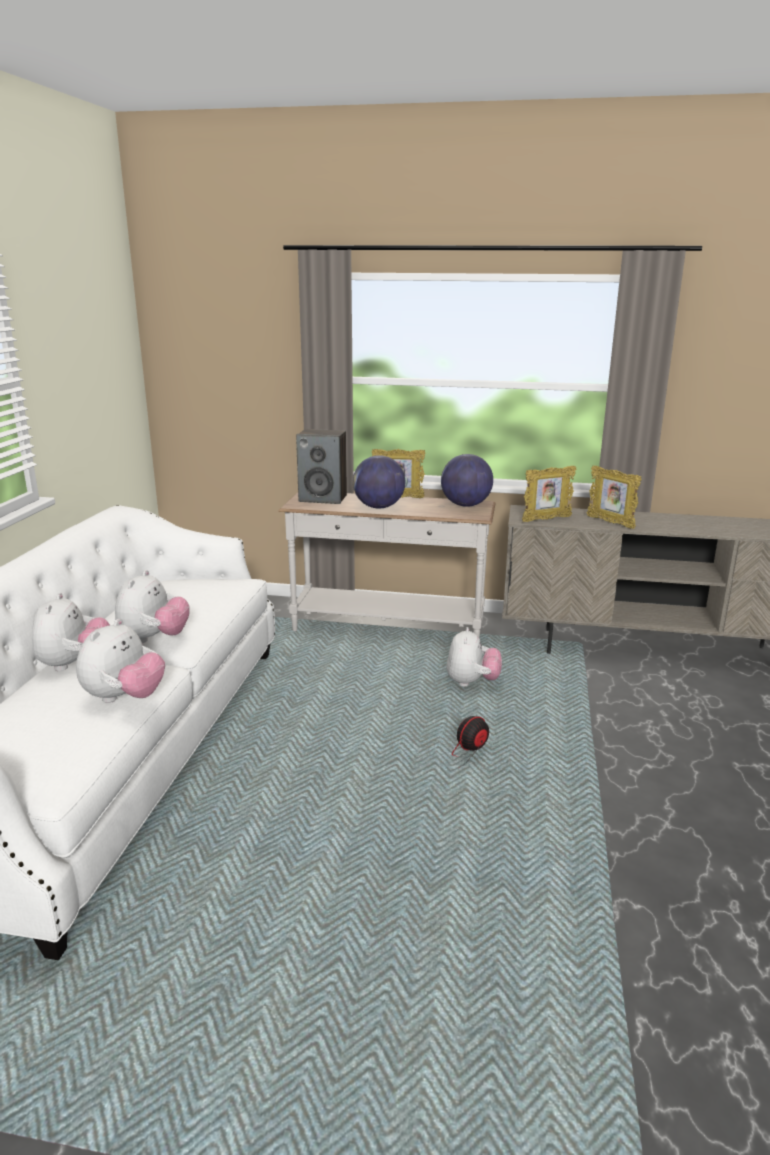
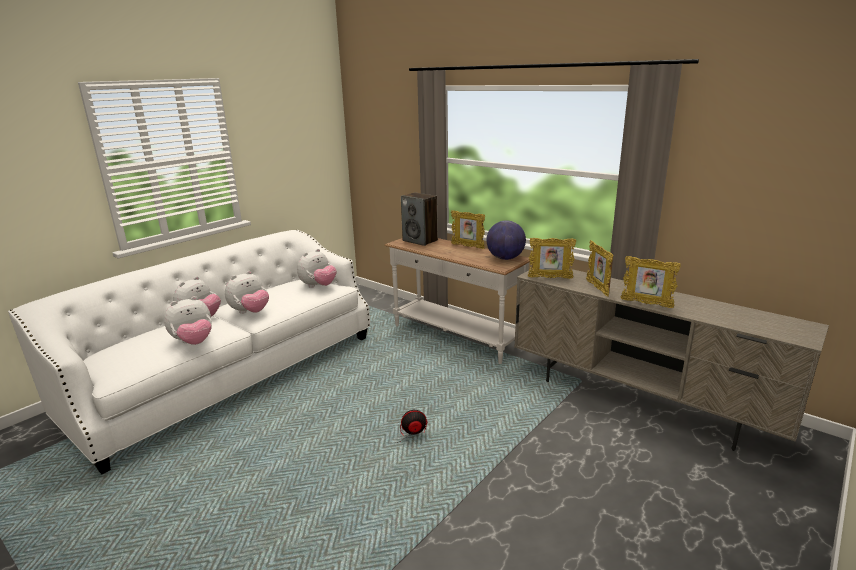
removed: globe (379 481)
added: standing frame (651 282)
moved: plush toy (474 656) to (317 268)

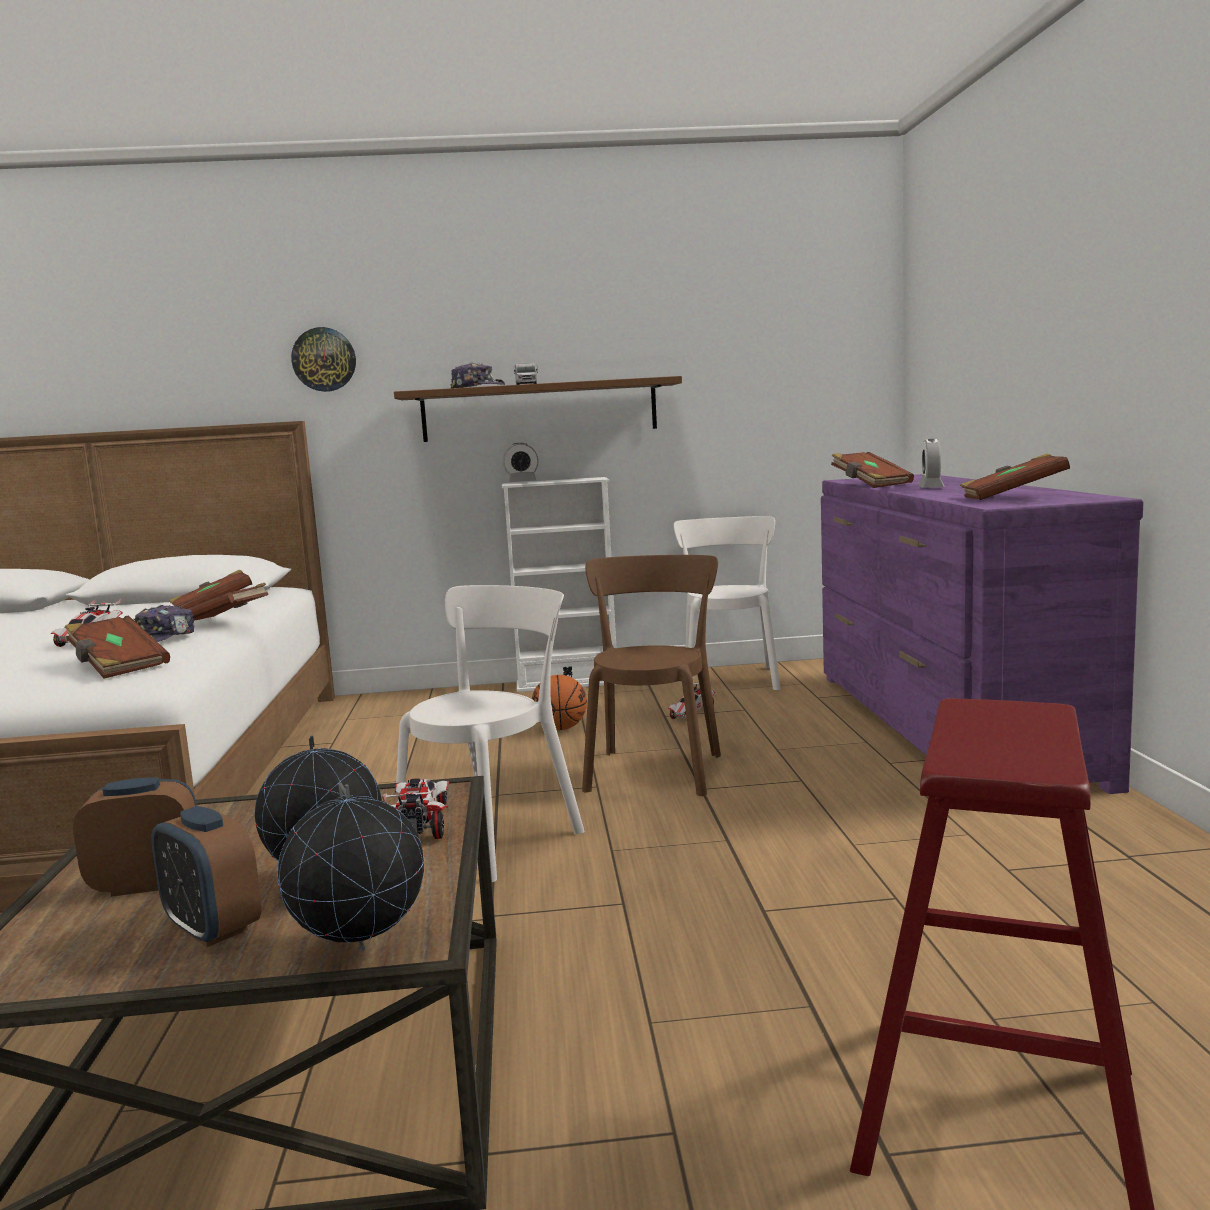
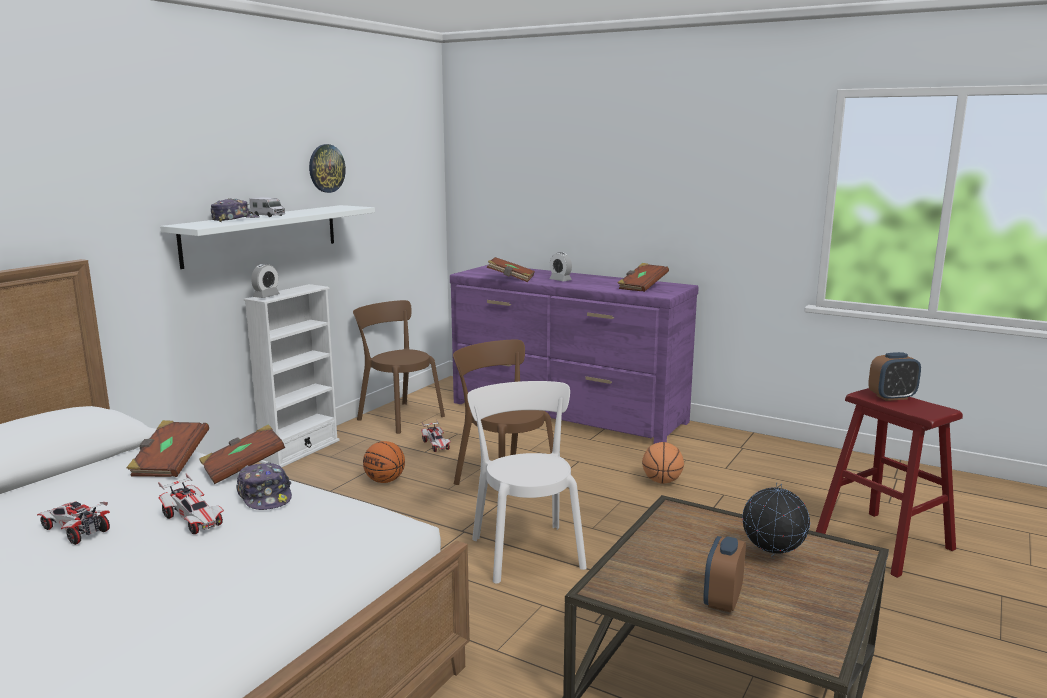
removed: brownish volume (117 647); globe (351 867)
added: basketball ball (663 463)
moved: alarm clock (206 876) to (894 376); clock on the wall (323 359) to (327 168); miniature car (415 808) to (73 523)
recoloured: brownish bracket shelf (538 409) to whitish bracket shelf (267 237); whitish chair (726 603) to brownish chair (399 367)

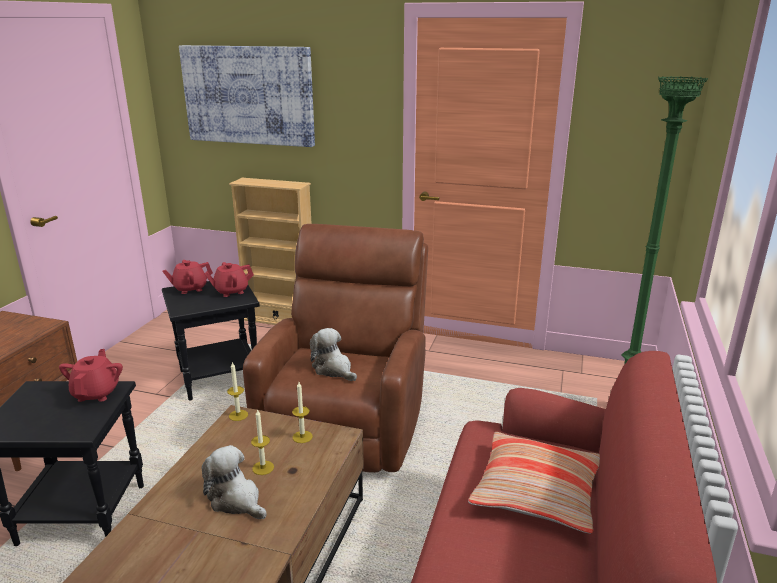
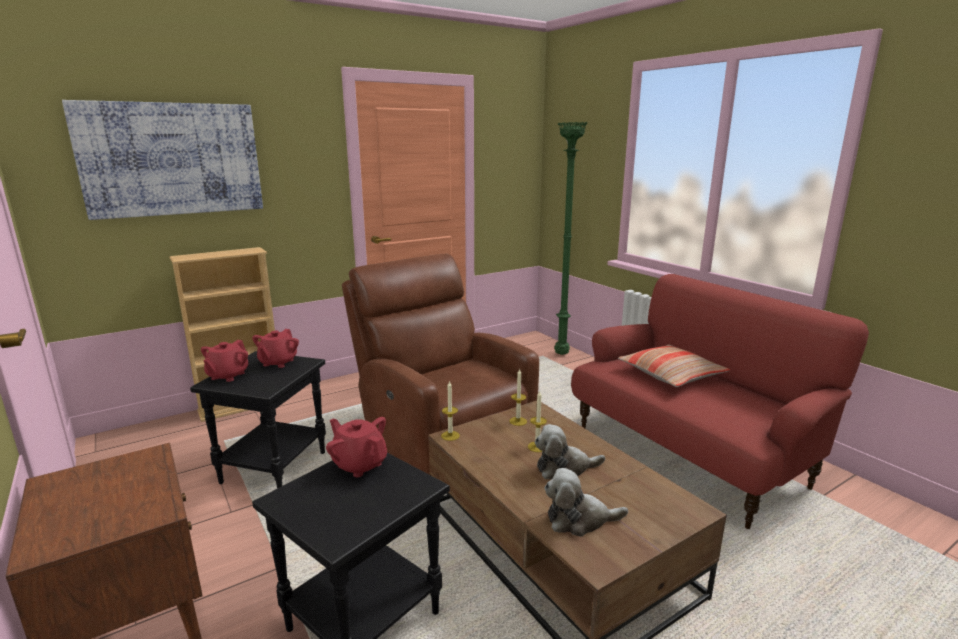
moved: plush toy (333 354) to (586 502)

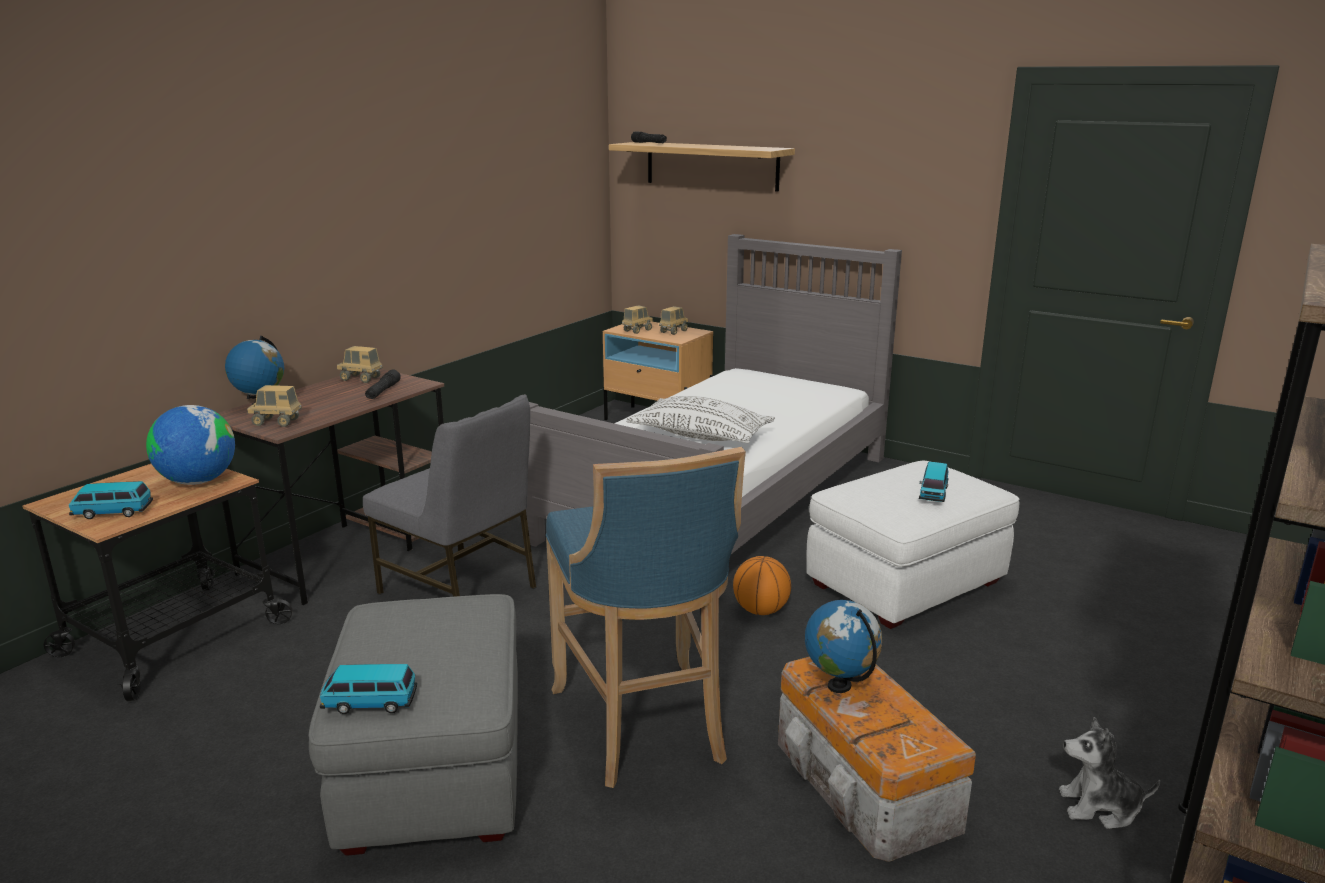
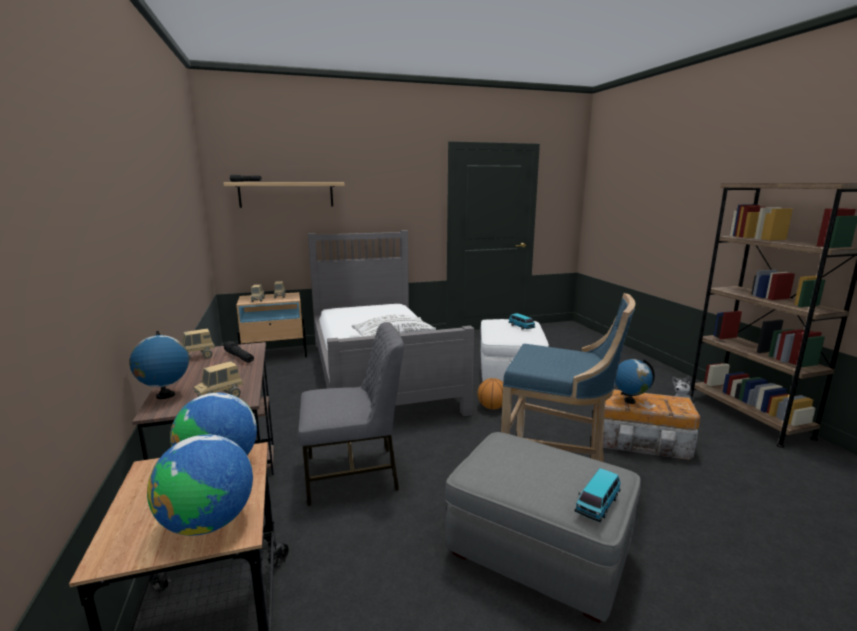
replaced: miniature car (111 500) to globe (200 485)

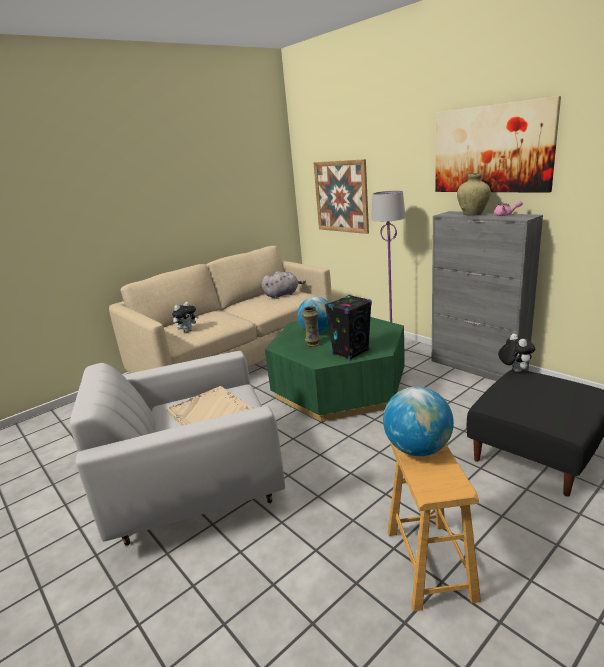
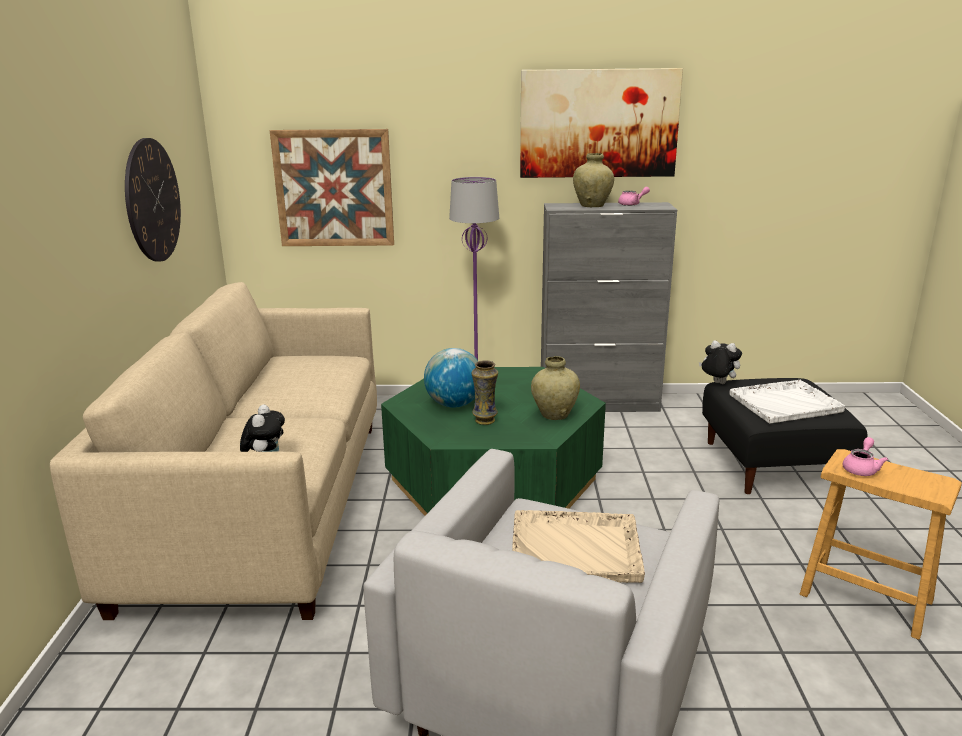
removed: greyish plush toy (284 285)
added: clock on the wall (153 200); whitish tray (787 401)
replaced: black-coloured audio speaker (348 327) to beige-coloured vase (555 388); globe (418 421) to pink teapot (865 456)

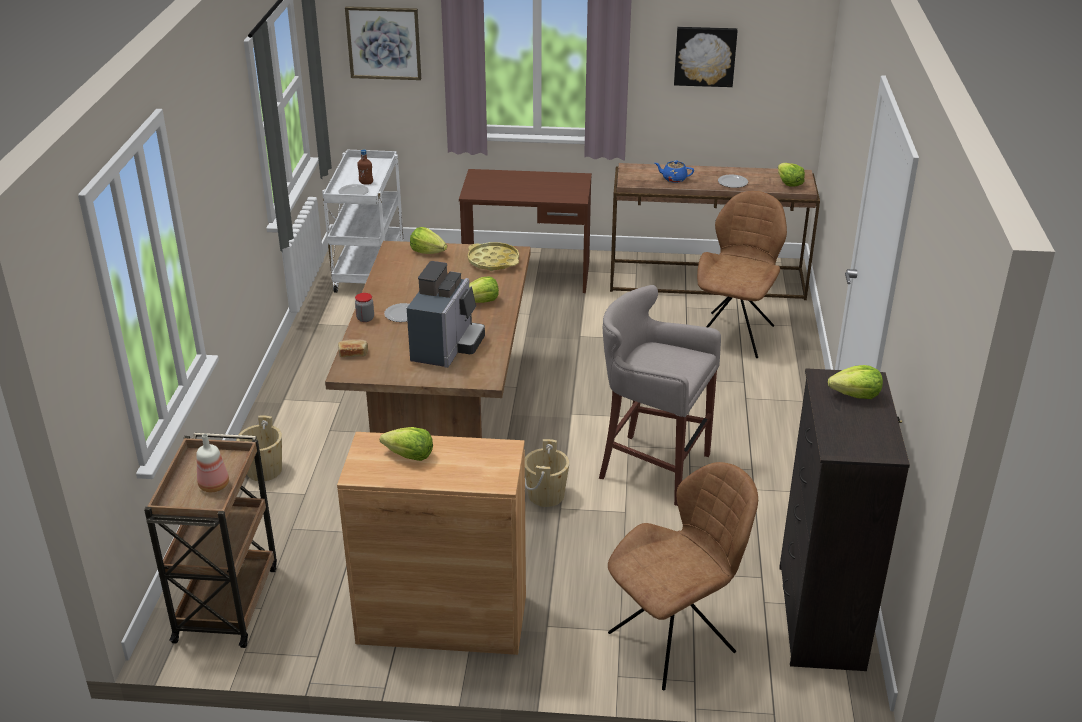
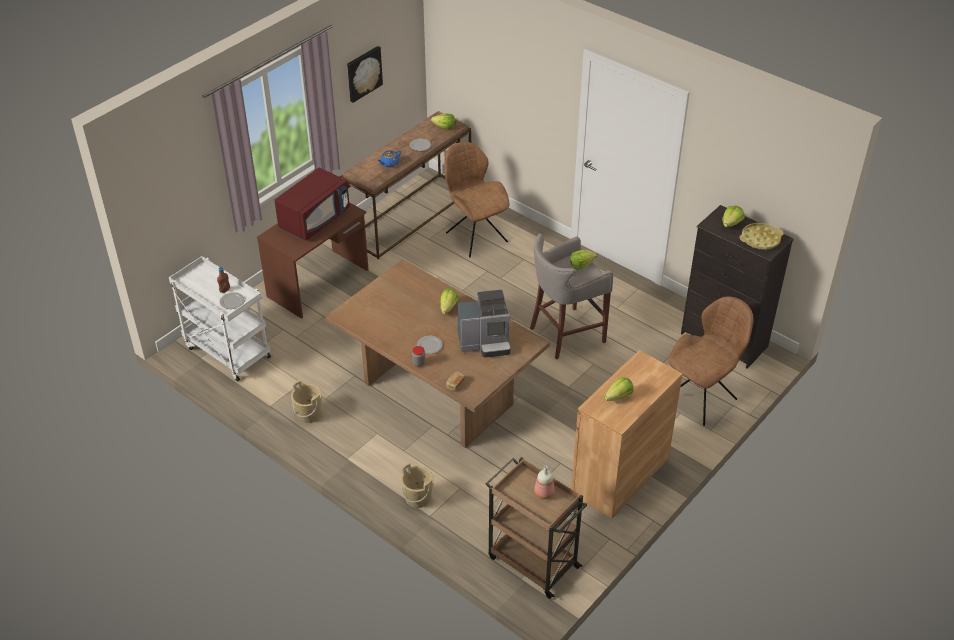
removed: wall art (383 43)
added: reddish microwave (312 204)
moved: lettuce head (428 240) to (583 260); yellow-coloured tray (493 256) to (761 236); beige-coloured bucket (547 473) to (306 401)
turned: coffee maker (446 314) = (484 323) 120 degrees clockwise; brownish chair (683 576) = (711 361) 45 degrees clockwise

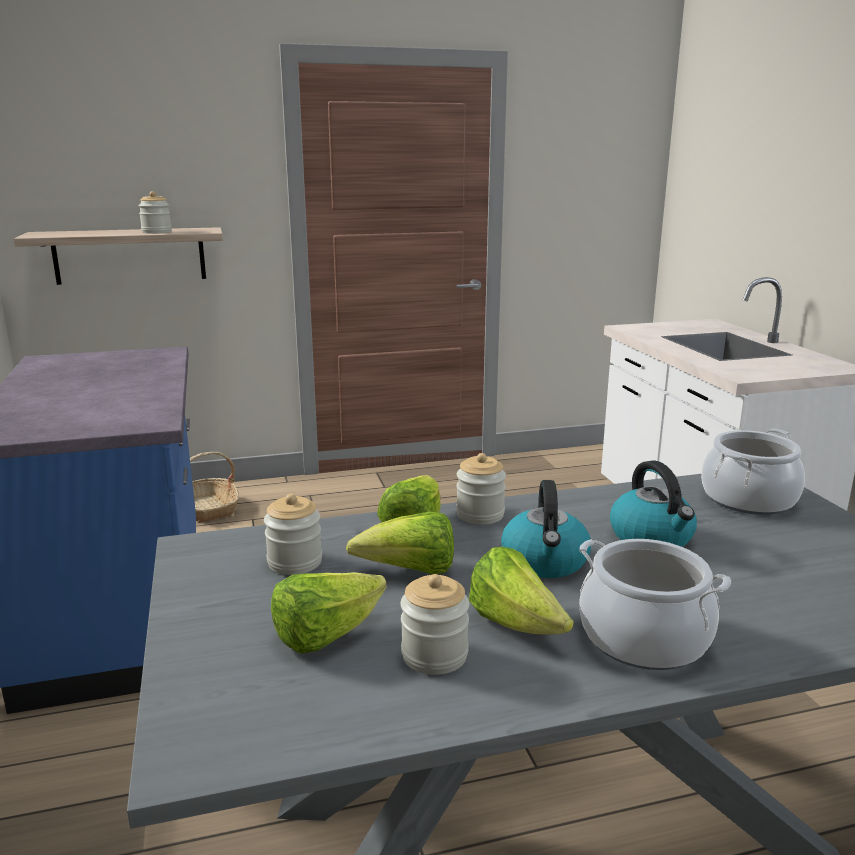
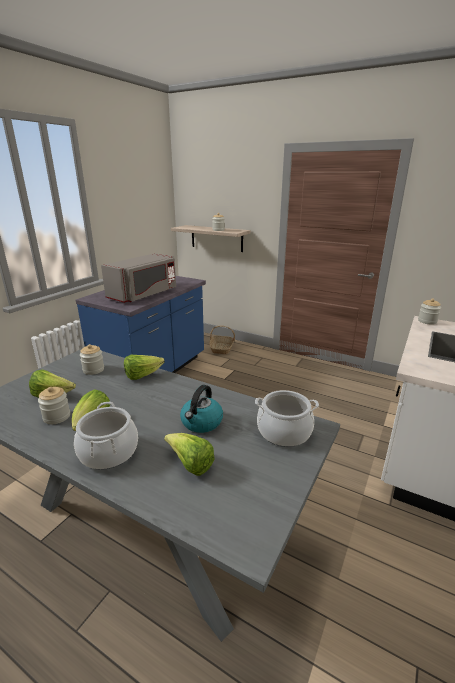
removed: kettle (546 529)
added: greyish microwave (138 278)
moved: lettuce head (400 543) to (189 454); storage jar (481 489) to (429 312)

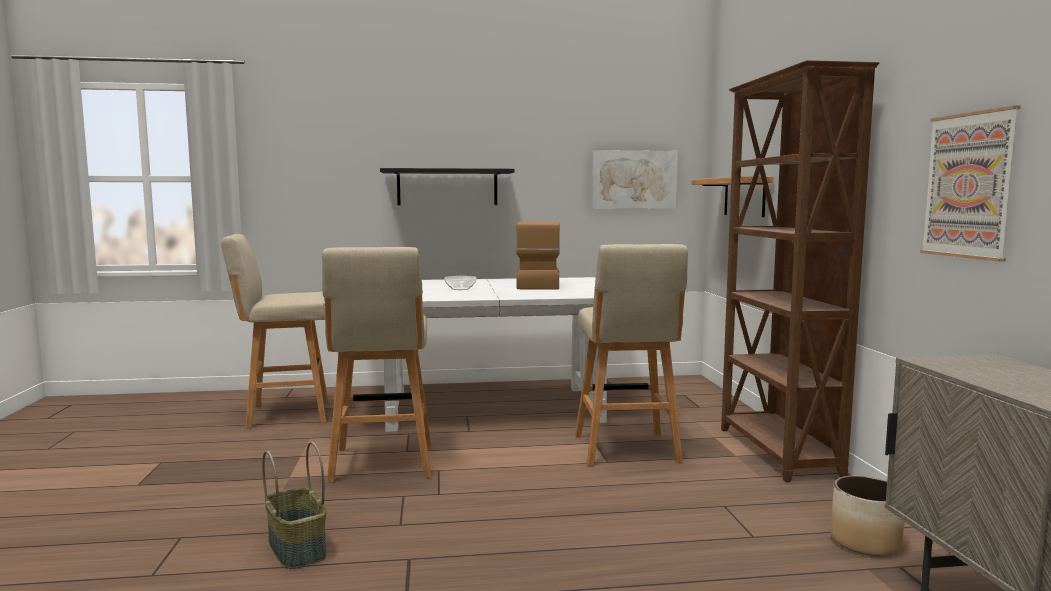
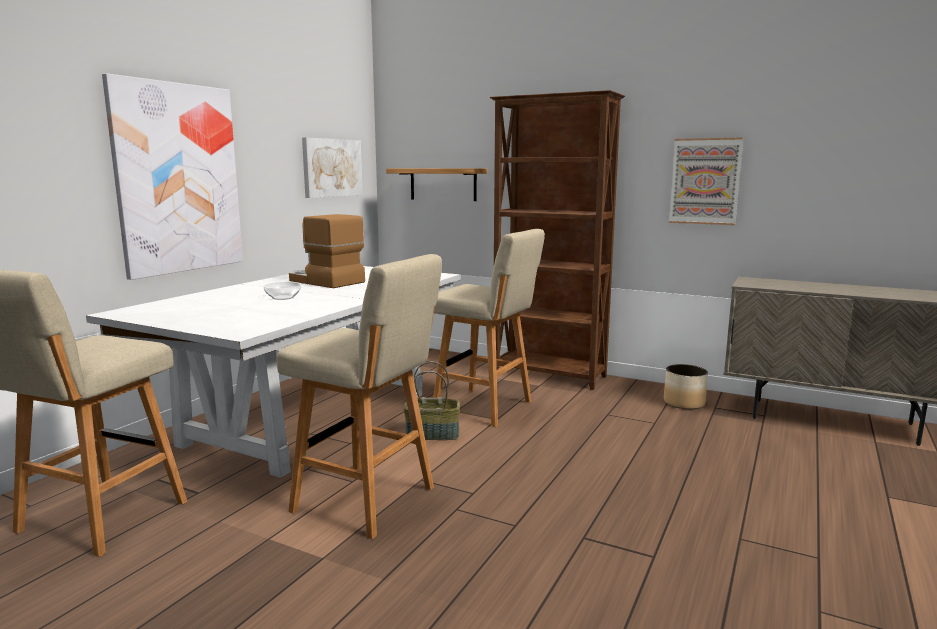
moved: storage basket (294 505) to (431 401)
replaced: black-coloured bracket shelf (447 186) to wall art (172 176)

